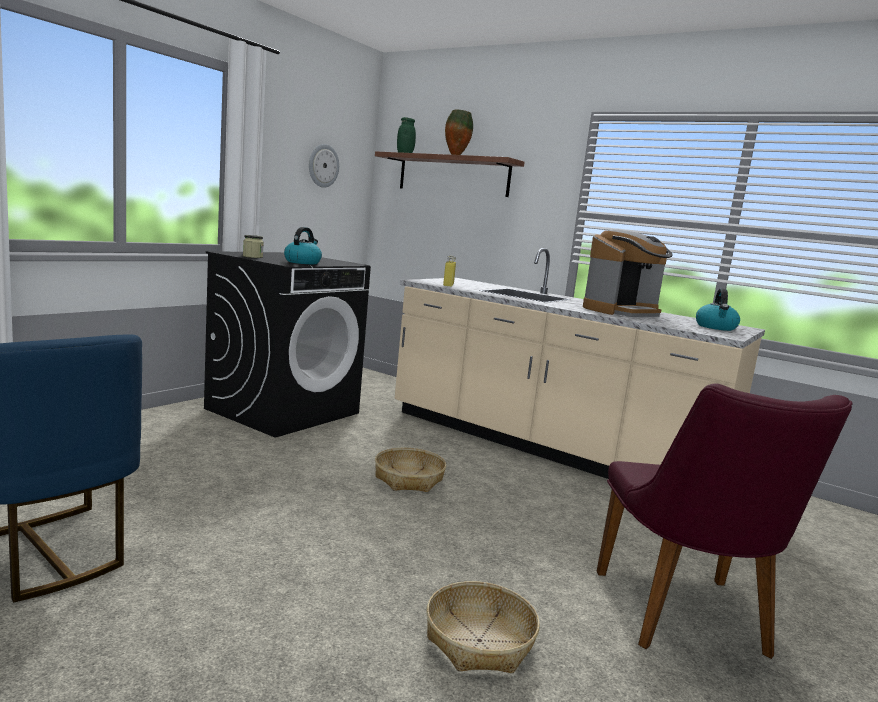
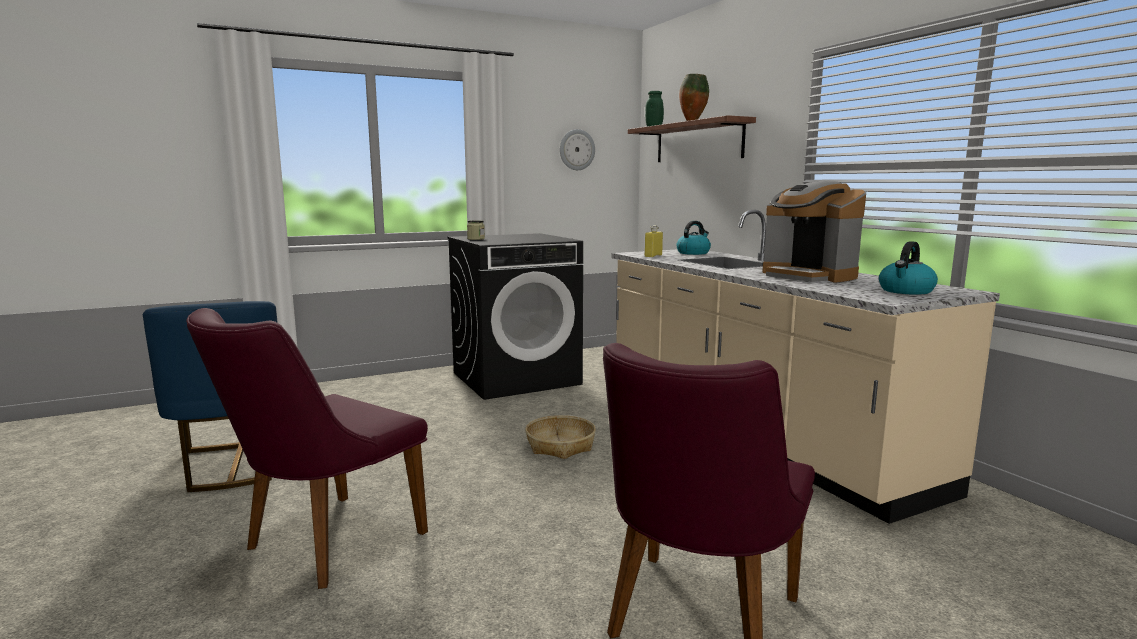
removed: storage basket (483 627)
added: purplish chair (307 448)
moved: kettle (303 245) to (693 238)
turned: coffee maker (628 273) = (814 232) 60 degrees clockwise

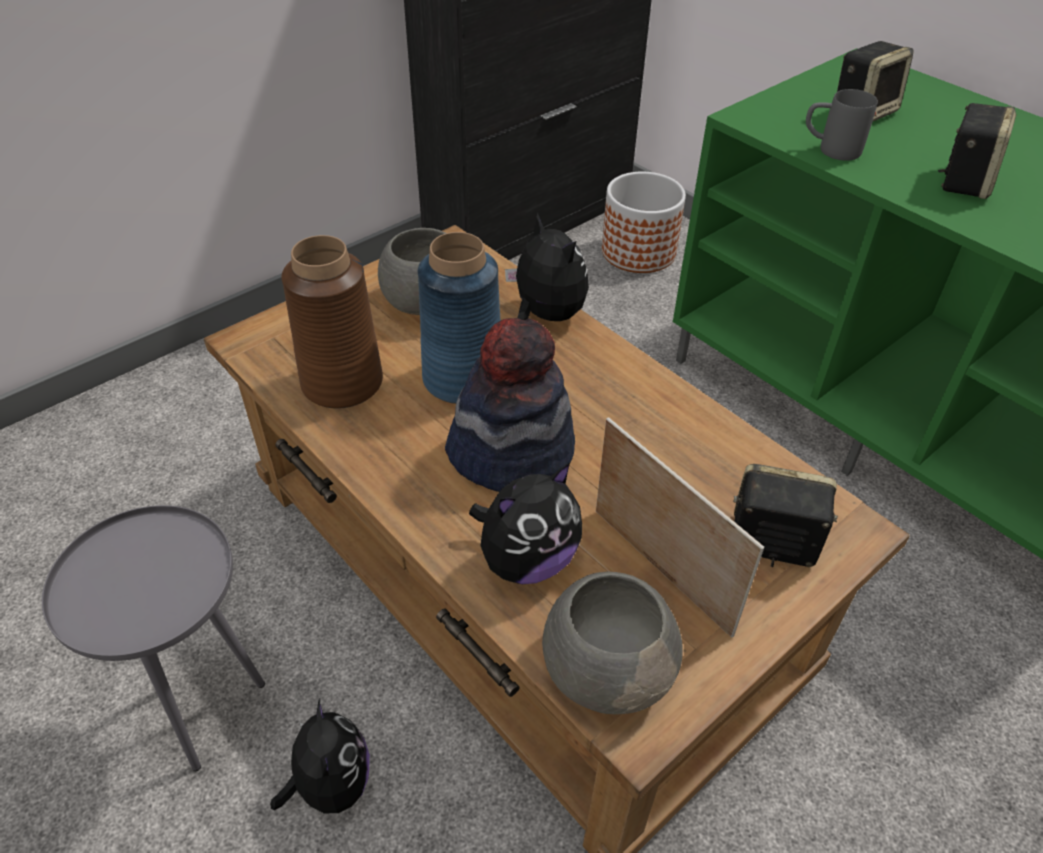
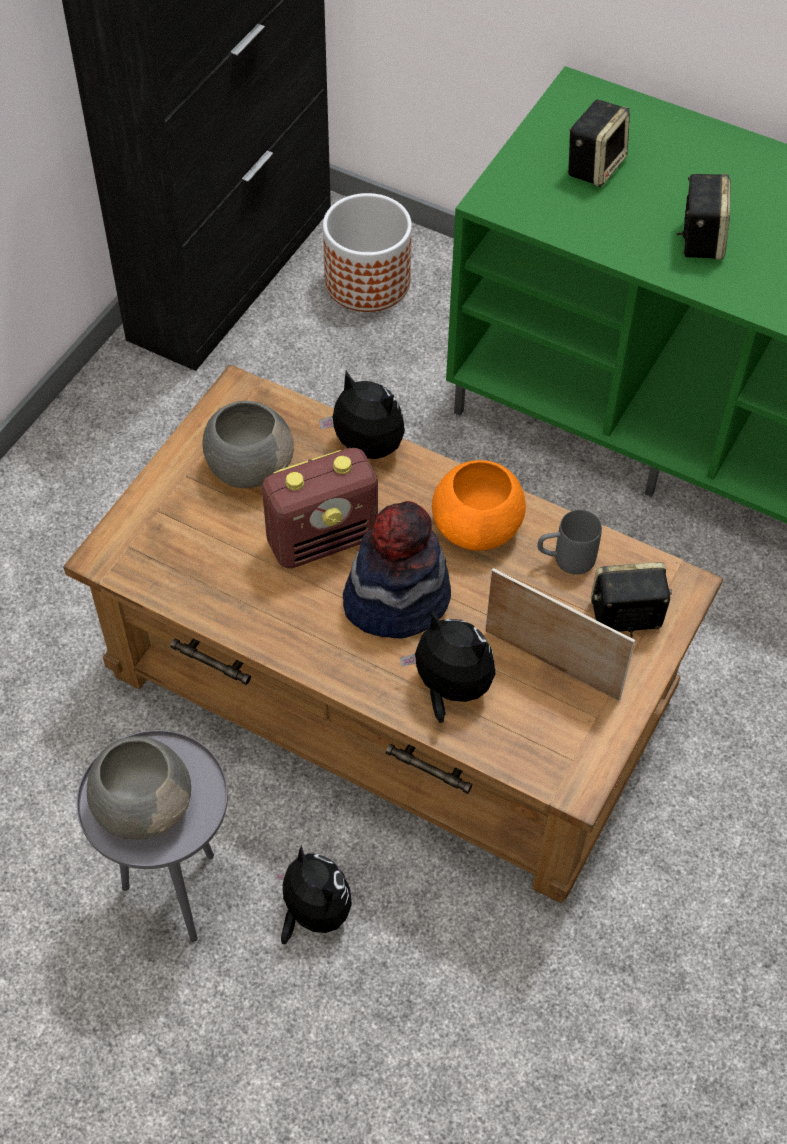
removed: brownish vase (332 322)
added: orangey deep dish (479 505)
moved: greyish deep dish (612 642) to (139 788); greyish coffee mug (842 125) to (569 542)
replaced: bluish vase (459 318) to radio (320 508)
turned: plush toy (525 523) = (448 667) 90 degrees counterclockwise

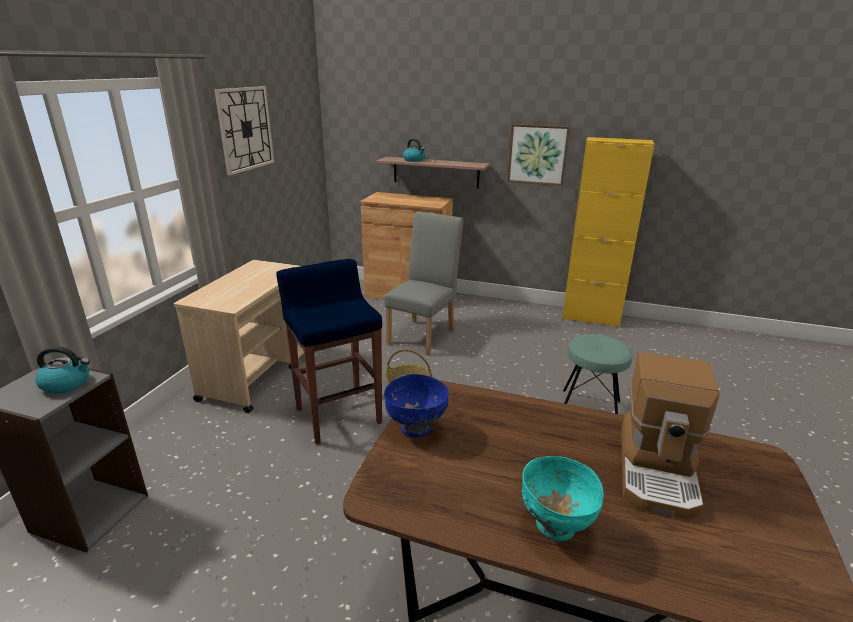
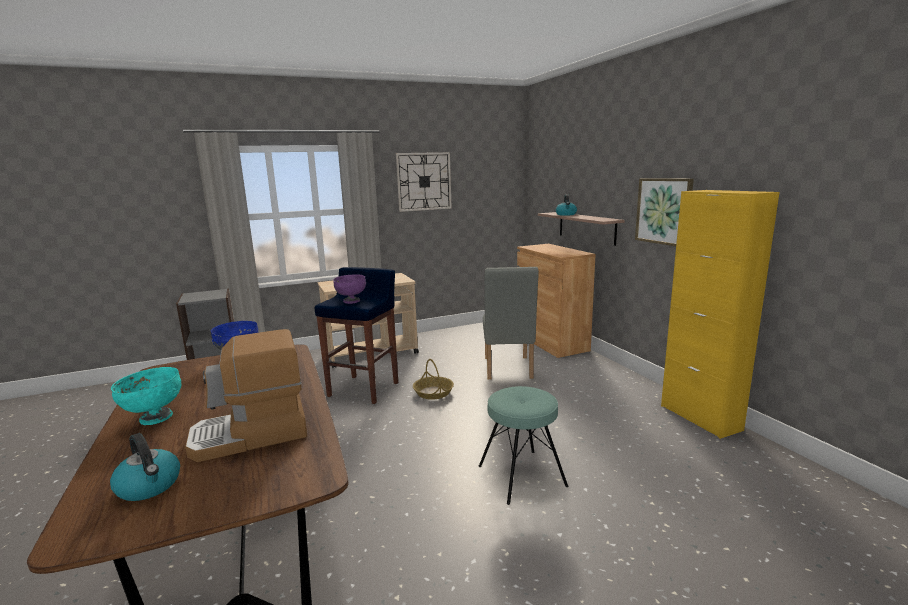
added: purplish deep dish (349 289)
moved: kettle (62 370) to (145 467)
turned: greyish chair (424 283) = (511 323) 105 degrees clockwise

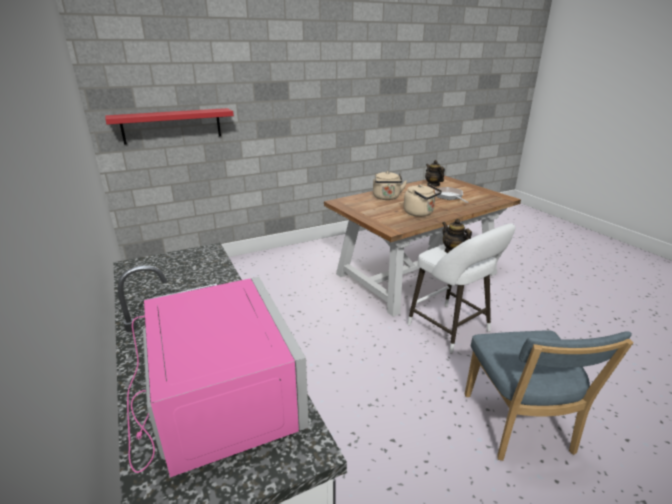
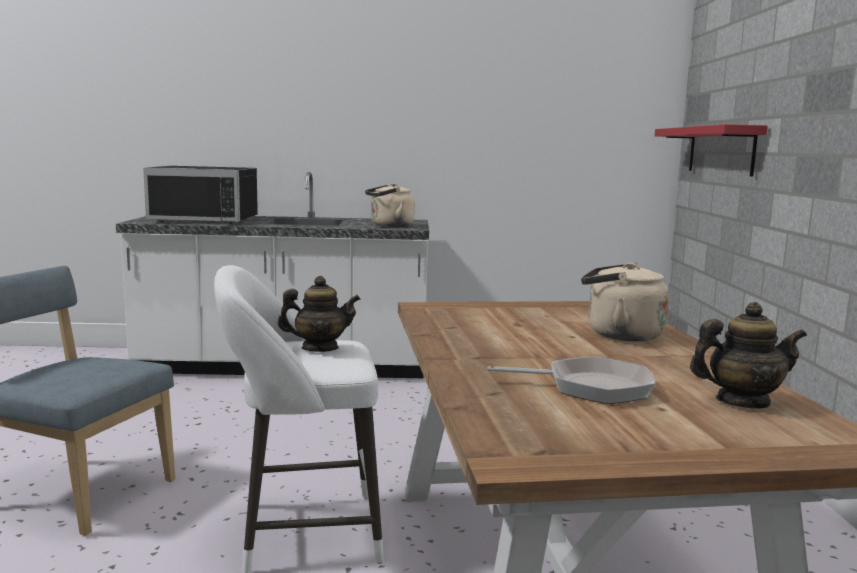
moved: beige-coloured kettle (423 200) to (390 205)
recoloured: pink microwave (218 377) to black-coloured microwave (200 195)

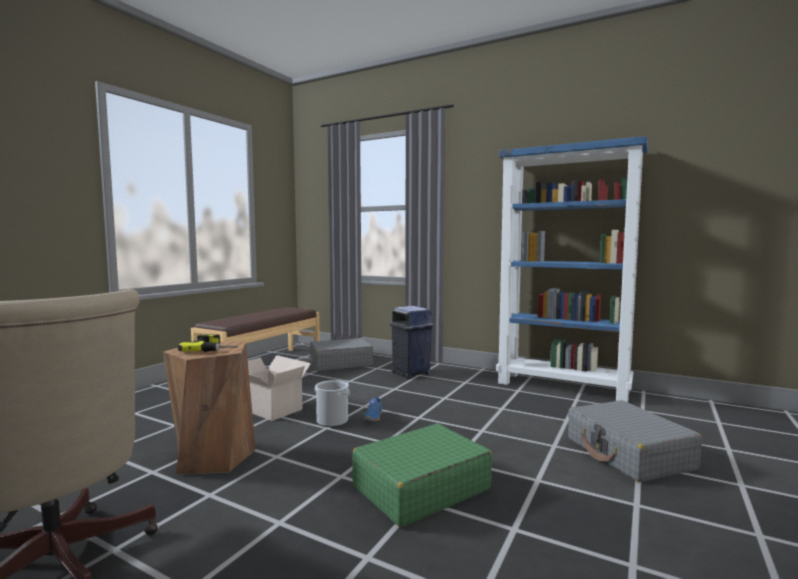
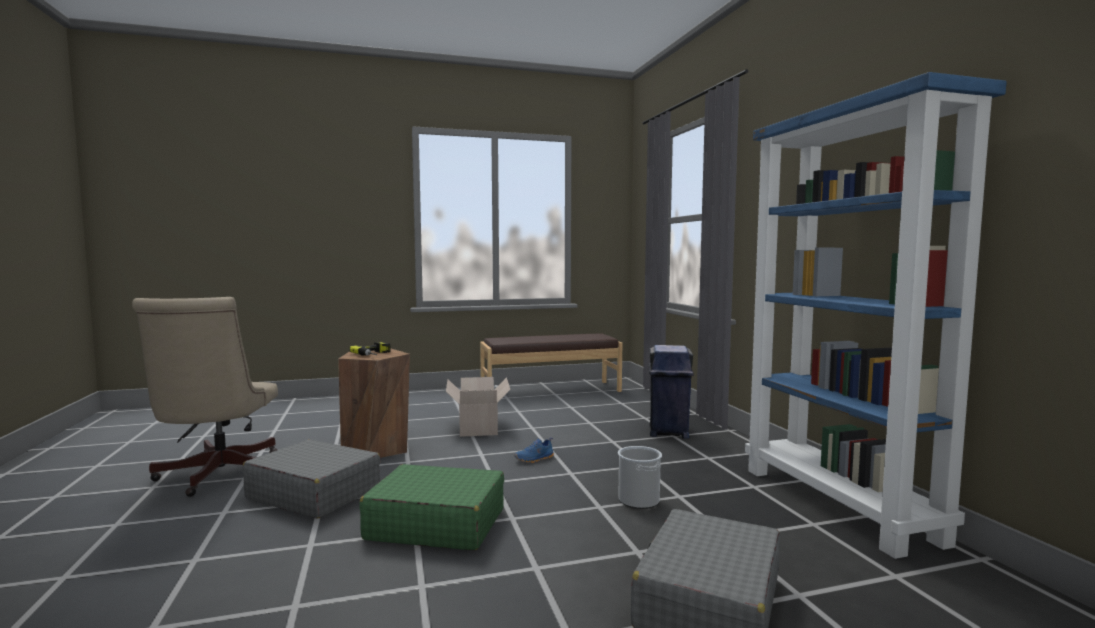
moved: greyish piece of luggage (341 354) to (311 479); bucket (332 403) to (640 477)

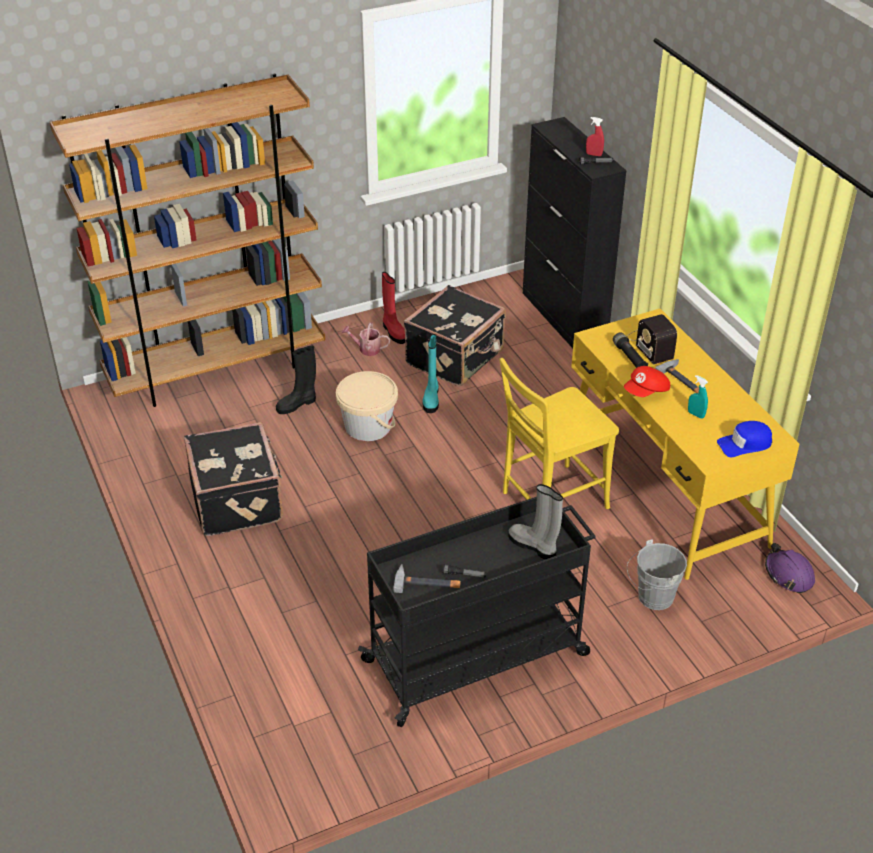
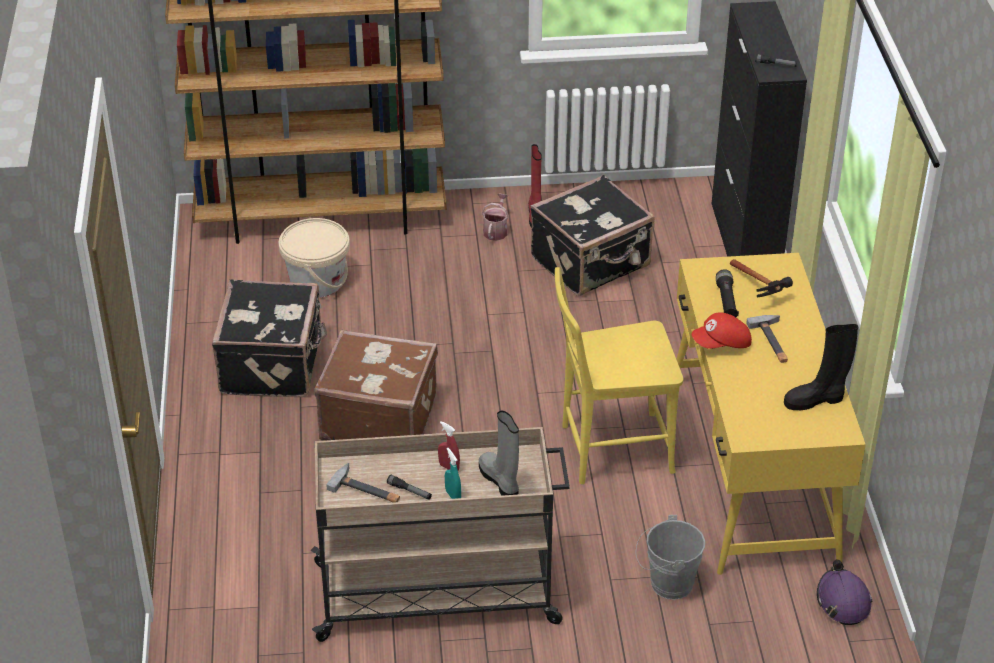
removed: turquoise high-top boot (430 373); bluish baseball cap (744 439)
added: brownish piece of luggage (376 385)
moved: black-coloured high-top boot (296 379) to (821 367); beige-coloured bucket (367 406) to (314 258); reddish sprayer (595 136) to (449 446); turquoise sprayer (698 397) to (453 473)
replaced: radio (652 339) to tool hammer (761 278)
recoloured: black-coloured wheeled cart (477 612) to beige-coloured wheeled cart (440 534)
turned: watering pot (366 339) = (495 217) 75 degrees clockwise

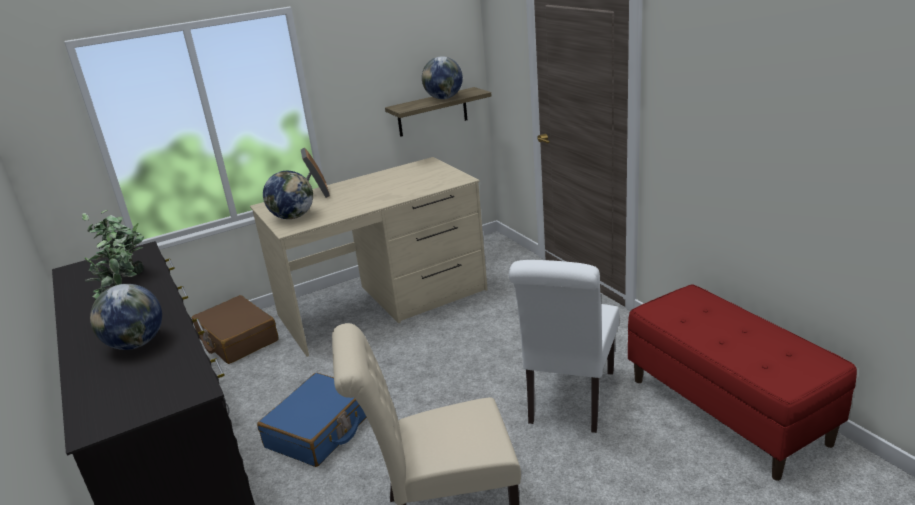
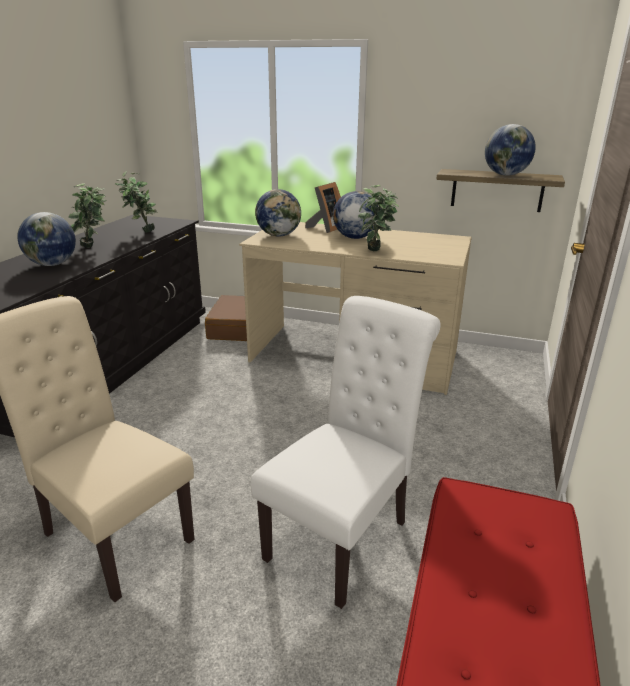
removed: bluish piece of luggage (312 420)
added: globe (355 215); houseplant (378 218)
turned: whitish chair (564 346) = (346 452) 150 degrees clockwise

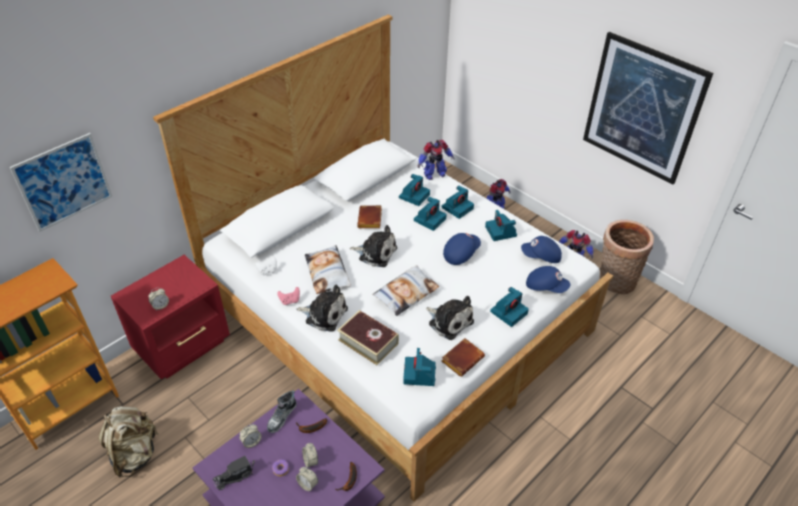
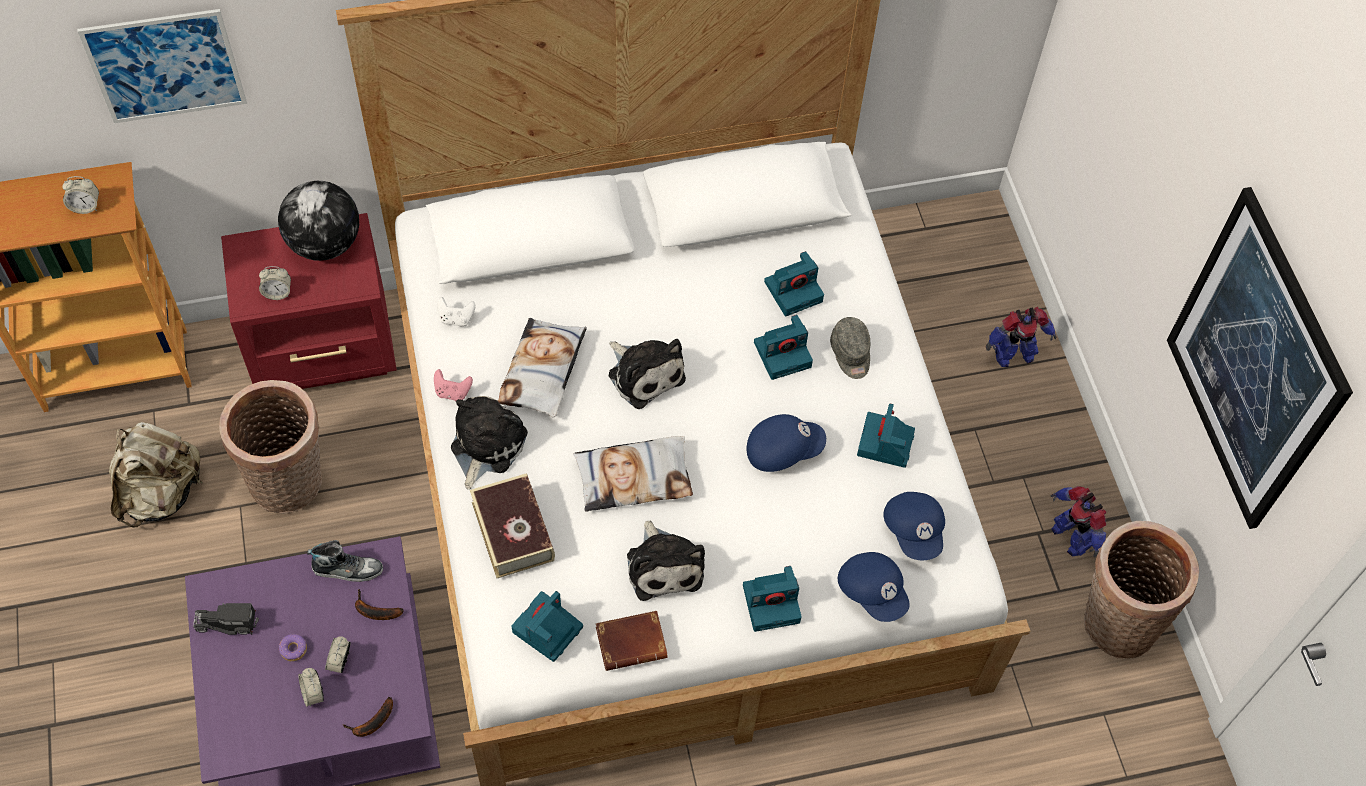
removed: brownish volume (369 216); robot figure (436 160)
added: storage basket (270 447); globe (318 221)
moved: alarm clock (250 436) to (80 195)
replaced: still camera (457 202) to greyish baseball cap (850 348)
turned: shoe (281 411) = (345 561) 150 degrees counterclockwise; plush toy (322 308) = (489 443) 120 degrees counterclockwise; bluish baseball cap (541 249) = (914 526) 135 degrees counterclockwise

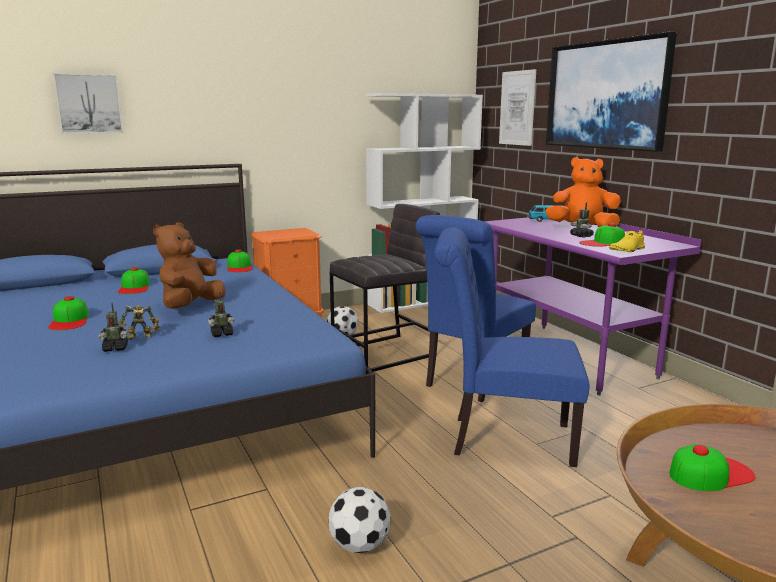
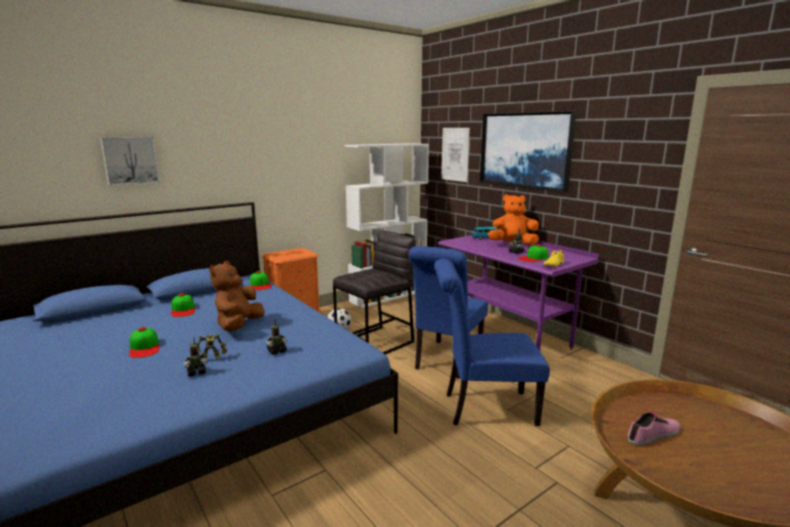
removed: football ball (359 520)
replaced: baseball cap (712 467) to shoe (653 428)

